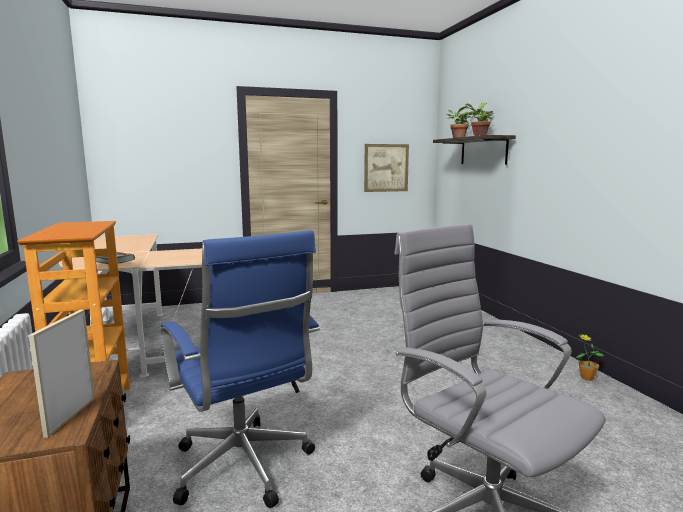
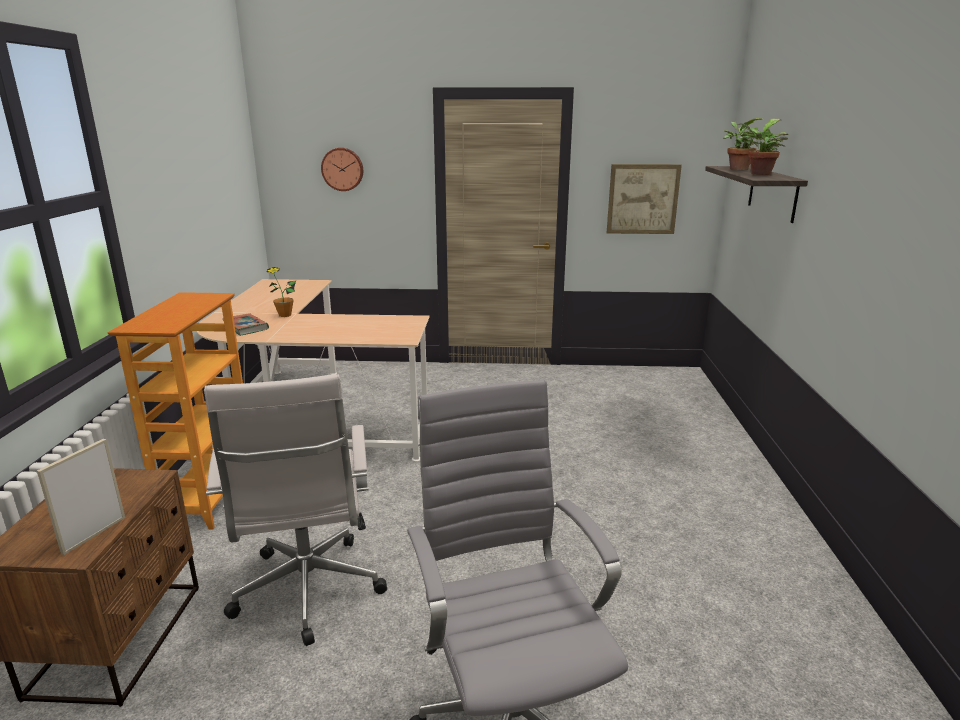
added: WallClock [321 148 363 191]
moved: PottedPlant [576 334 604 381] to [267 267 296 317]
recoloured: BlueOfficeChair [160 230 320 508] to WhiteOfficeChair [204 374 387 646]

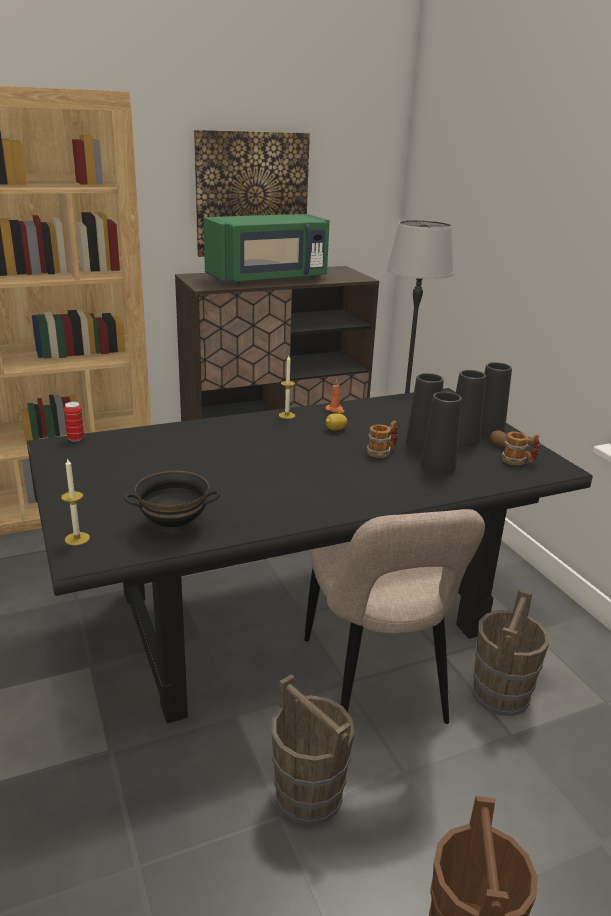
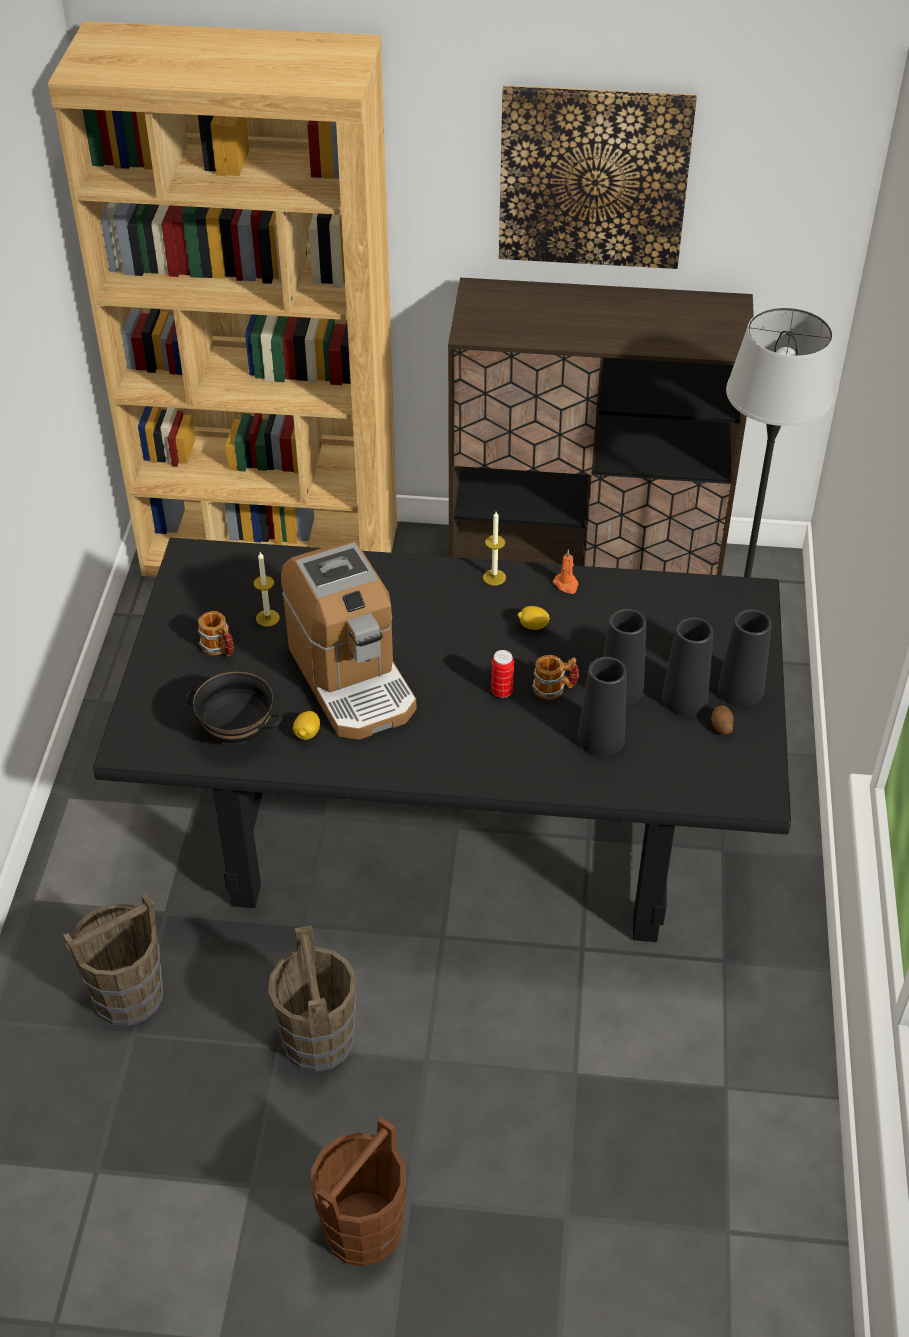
removed: GreenMicrowave [204 214 330 285]; BeigeChair [304 509 485 724]
added: CoffeeMachine [281 539 416 740]; Lemon [293 711 320 740]
moved: Candle [61 459 90 546] to [253 552 280 627]; Can [64 402 84 442] to [491 650 514 698]; BrownBucket [472 589 549 716] to [63 893 163 1026]; Mug [502 432 540 465] to [198 611 234 657]

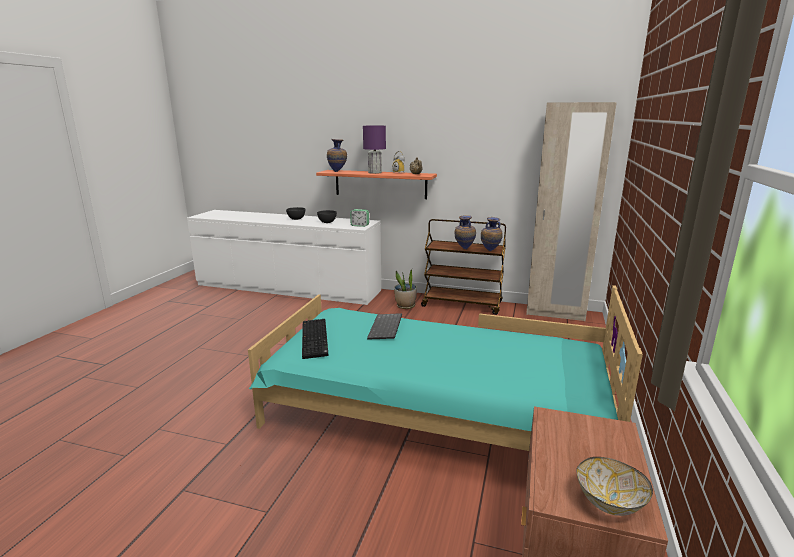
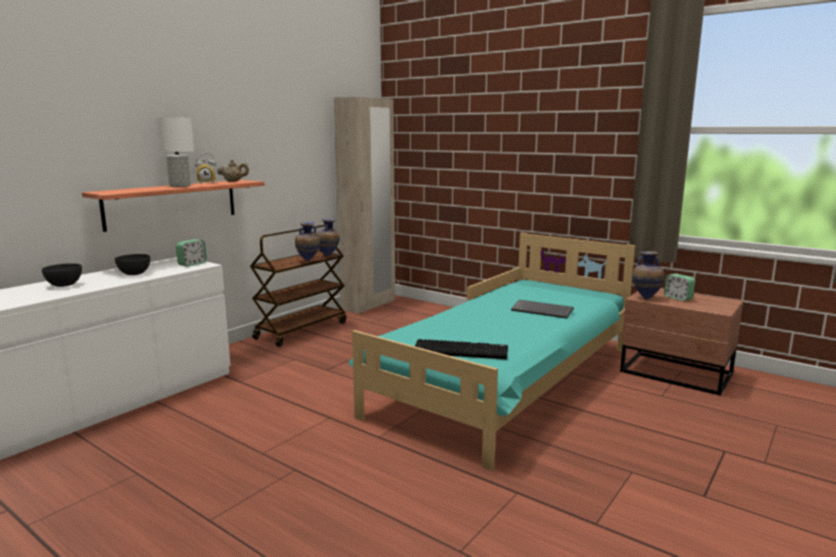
removed: PottedPlant [394 269 417 309]; Bowl [576 457 653 516]
added: AlarmClock [664 274 695 301]
moved: Vase [327 139 347 172] to [632 251 664 299]; Keyboard [367 313 402 340] to [511 300 574 319]
recoloured: PurpleTableLamp [363 126 386 174] to WhiteTableLamp [155 117 194 187]

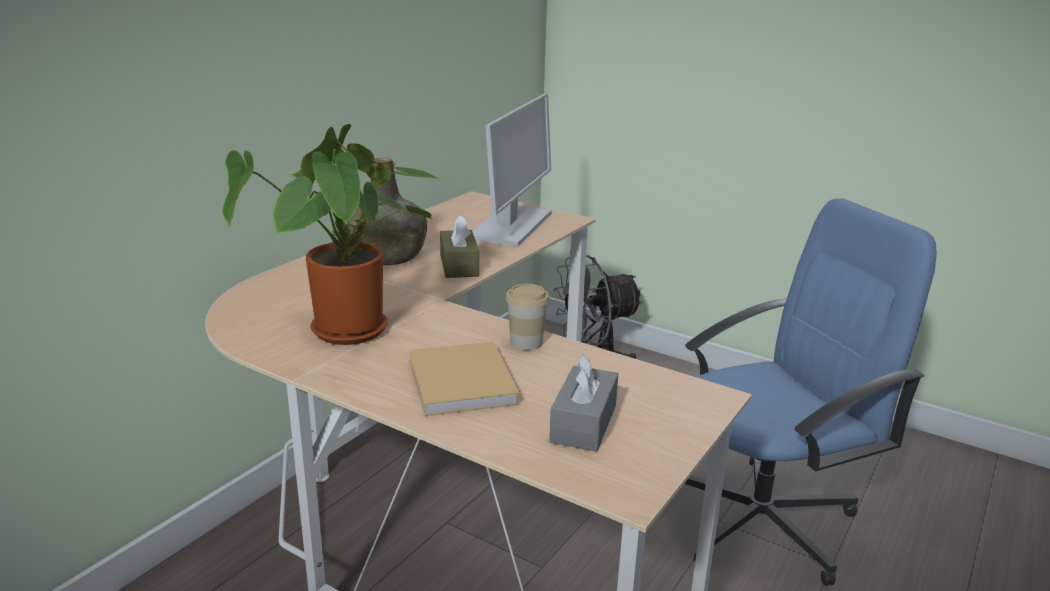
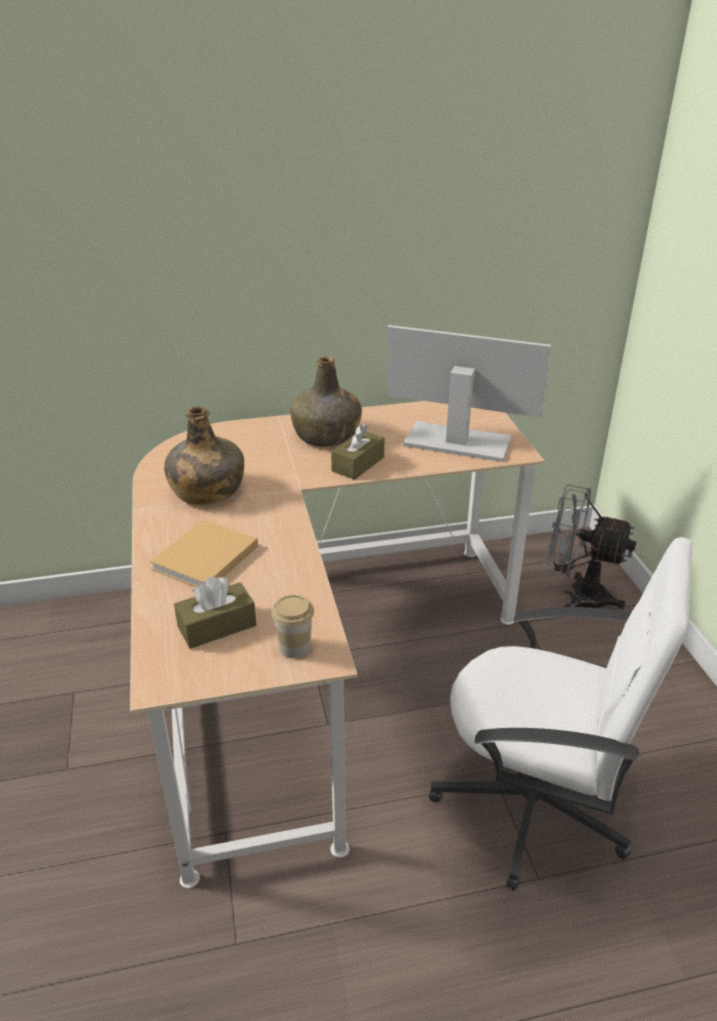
moved: Cup [506 284 550 350] to [271 595 314 658]
replaced: PottedPlant [222 124 442 345] to GreenBottle [164 406 244 505]
recoloured: GreyTissueBox [549 354 618 452] to BrownTissueBox [174 577 256 649]; BlueOfficeChair [684 198 937 586] to WhiteOfficeChair [429 537 693 891]
turned: Monitor [472 94 552 247] = [387 325 551 462] 135 degrees counterclockwise

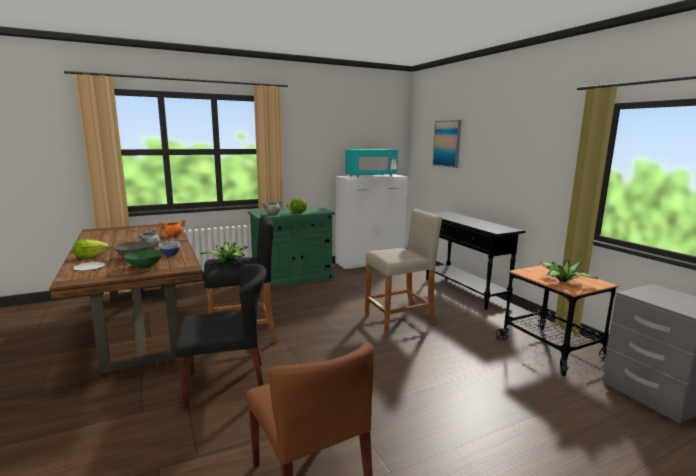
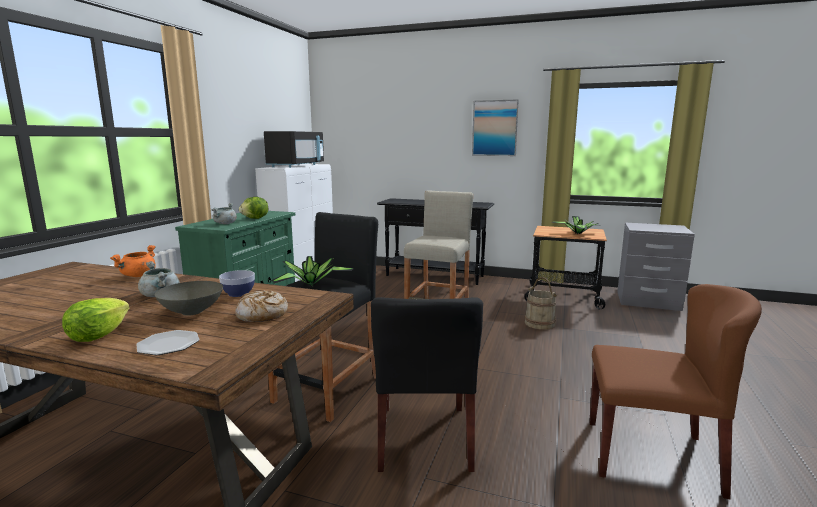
added: BeigeBucket [525 277 557 330]
moved: Picture [432 120 461 168] to [472 99 519 156]
replaced: GreenBowl [123 249 163 269] to Bread [235 290 288 322]
recoloured: TurquoiseMicrowave [345 149 398 178] to BlackMicrowave [264 131 324 168]
turned: BlackChair [175 264 267 408] = [371 297 483 472] 150 degrees clockwise

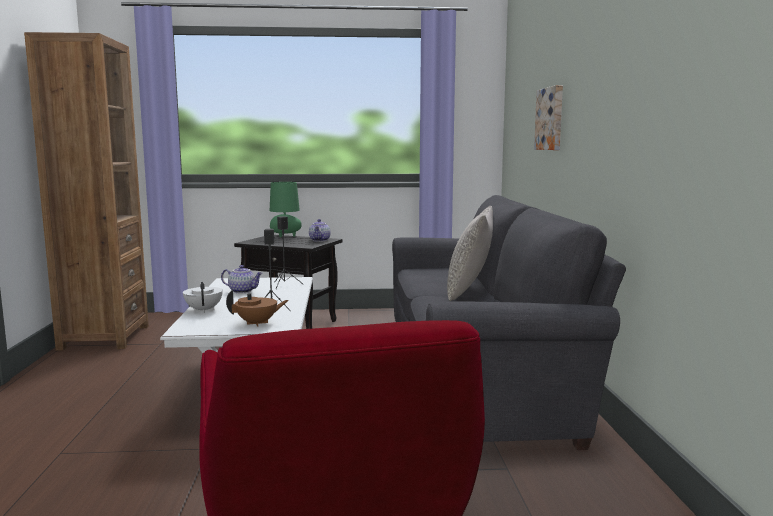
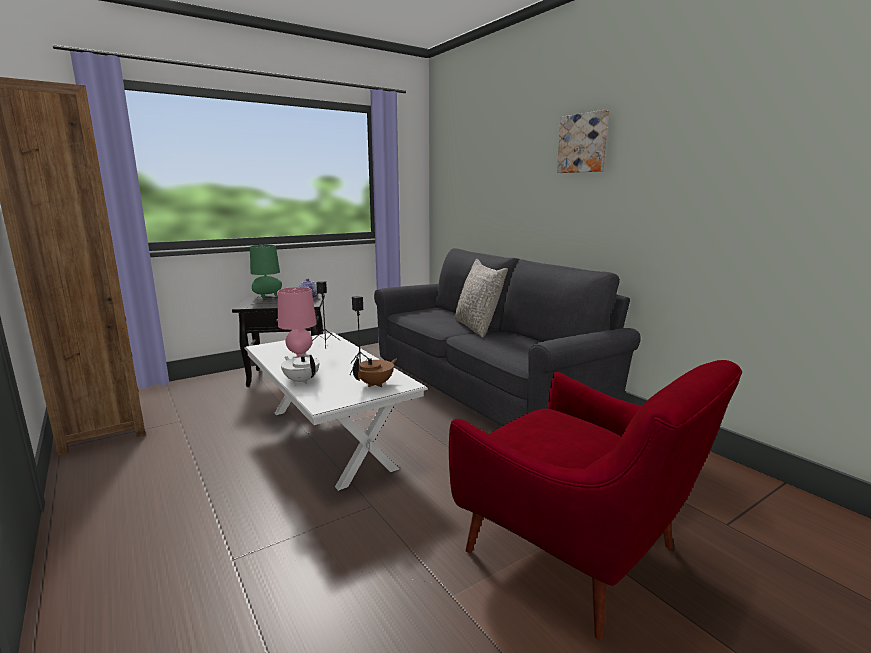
moved: Picture [534 85 563 150] to [557 110 609 173]
replaced: Teapot [221 265 263 293] to PinkTableLamp [278 287 317 357]

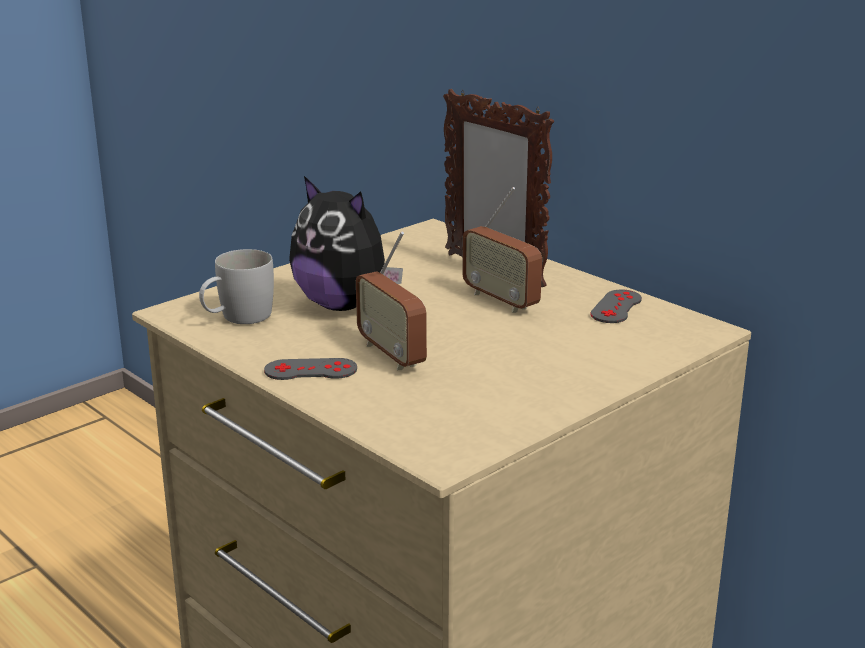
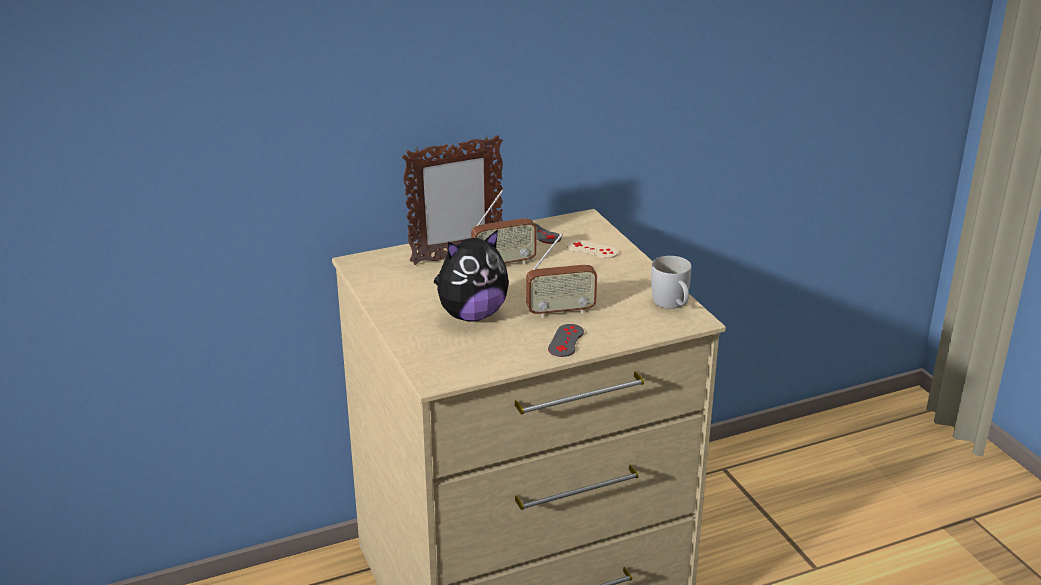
added: BeigeGameController [567 240 618 259]
moved: WhiteMug [199 249 274 324] to [651 256 691 309]

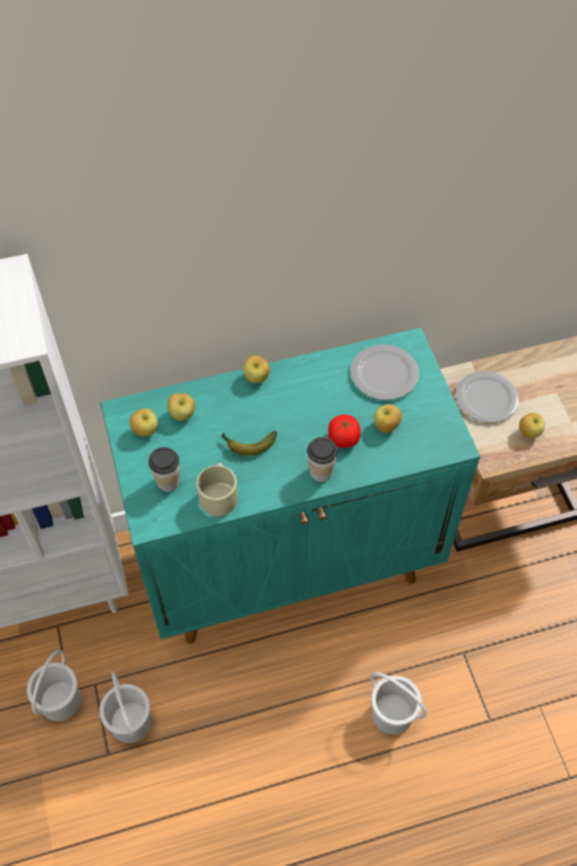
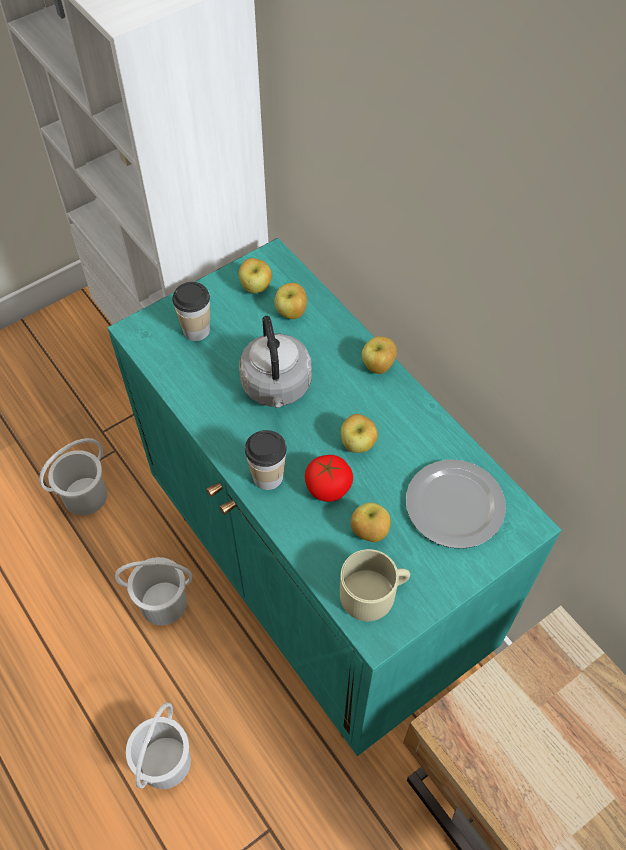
removed: Plate [456 371 519 423]
moved: WhiteBucket [27 649 81 721] to [115 557 192 625]; BeigeMug [197 463 238 516] to [340 549 410 621]; Apple [519 413 545 438] to [341 414 378 453]
replaced: Banana [221 431 277 456] to GreyKettle [239 316 311 408]

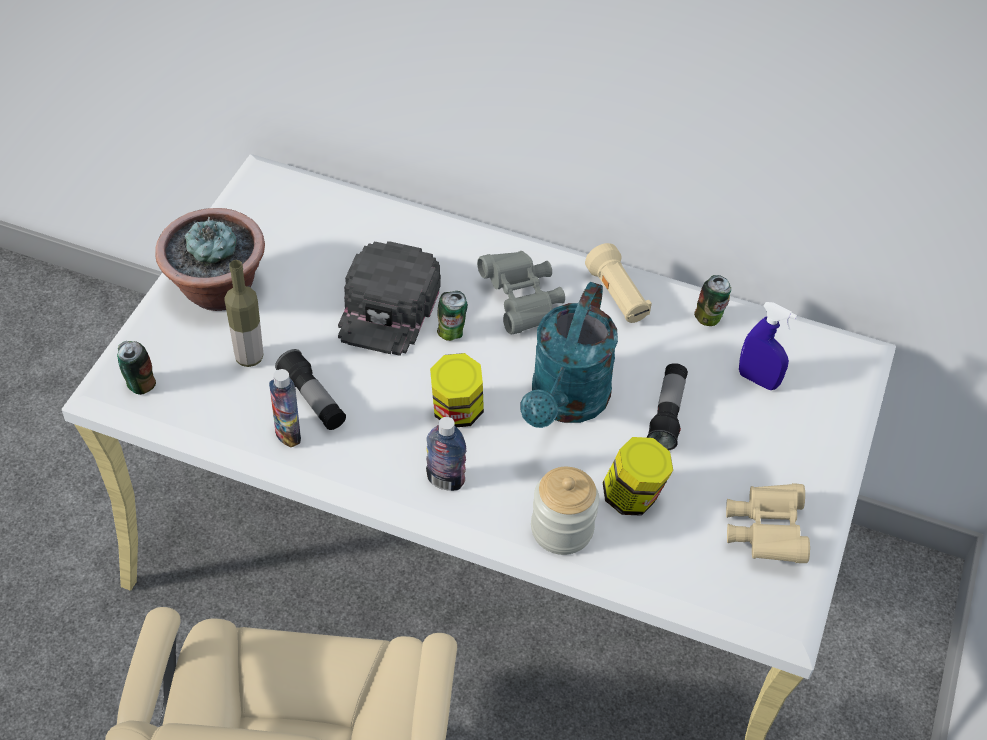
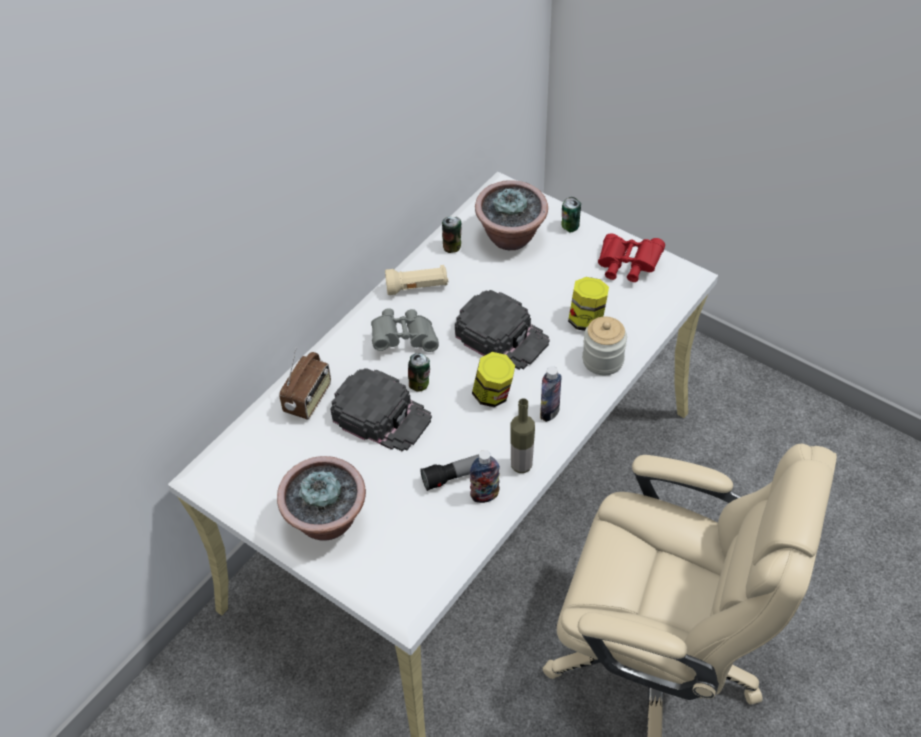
removed: Flashlight [647 363 688 450]
added: Radio [279 347 331 420]
moved: Can [117 341 156 395] to [561 197 581 233]; Bottle [224 260 263 367] to [510 398 535 473]
replaced: TurquoiseWateringCan [521 282 618 428] to BlackCap [455 290 550 370]; BlueSprayBottle [739 302 797 390] to PottedPlant [475 180 548 250]
recoloured: BeigeBinoculars [726 483 810 563] to RedBinoculars [598 233 665 282]

